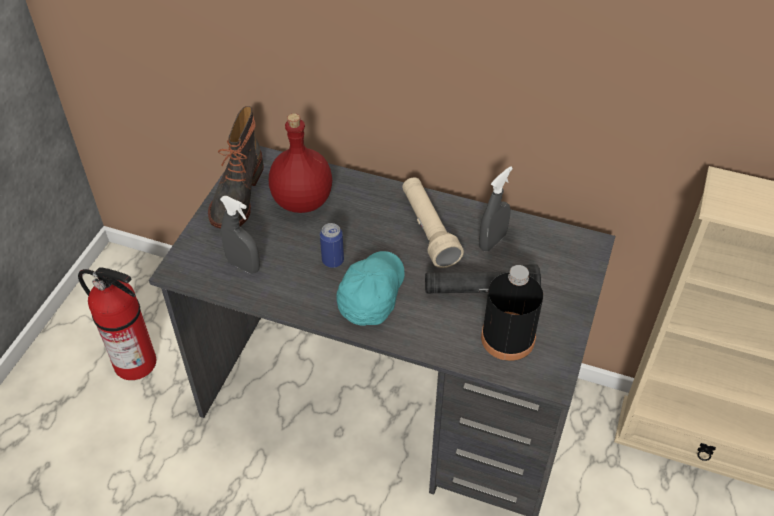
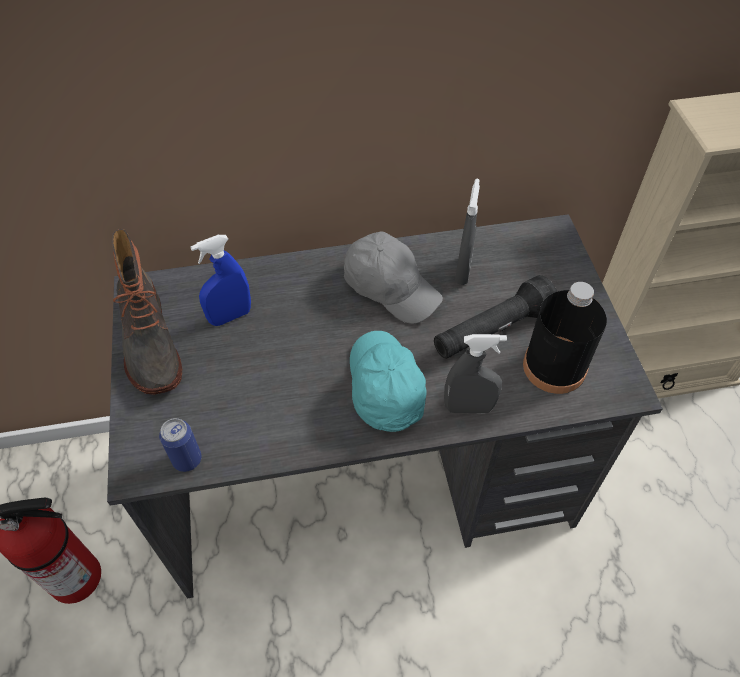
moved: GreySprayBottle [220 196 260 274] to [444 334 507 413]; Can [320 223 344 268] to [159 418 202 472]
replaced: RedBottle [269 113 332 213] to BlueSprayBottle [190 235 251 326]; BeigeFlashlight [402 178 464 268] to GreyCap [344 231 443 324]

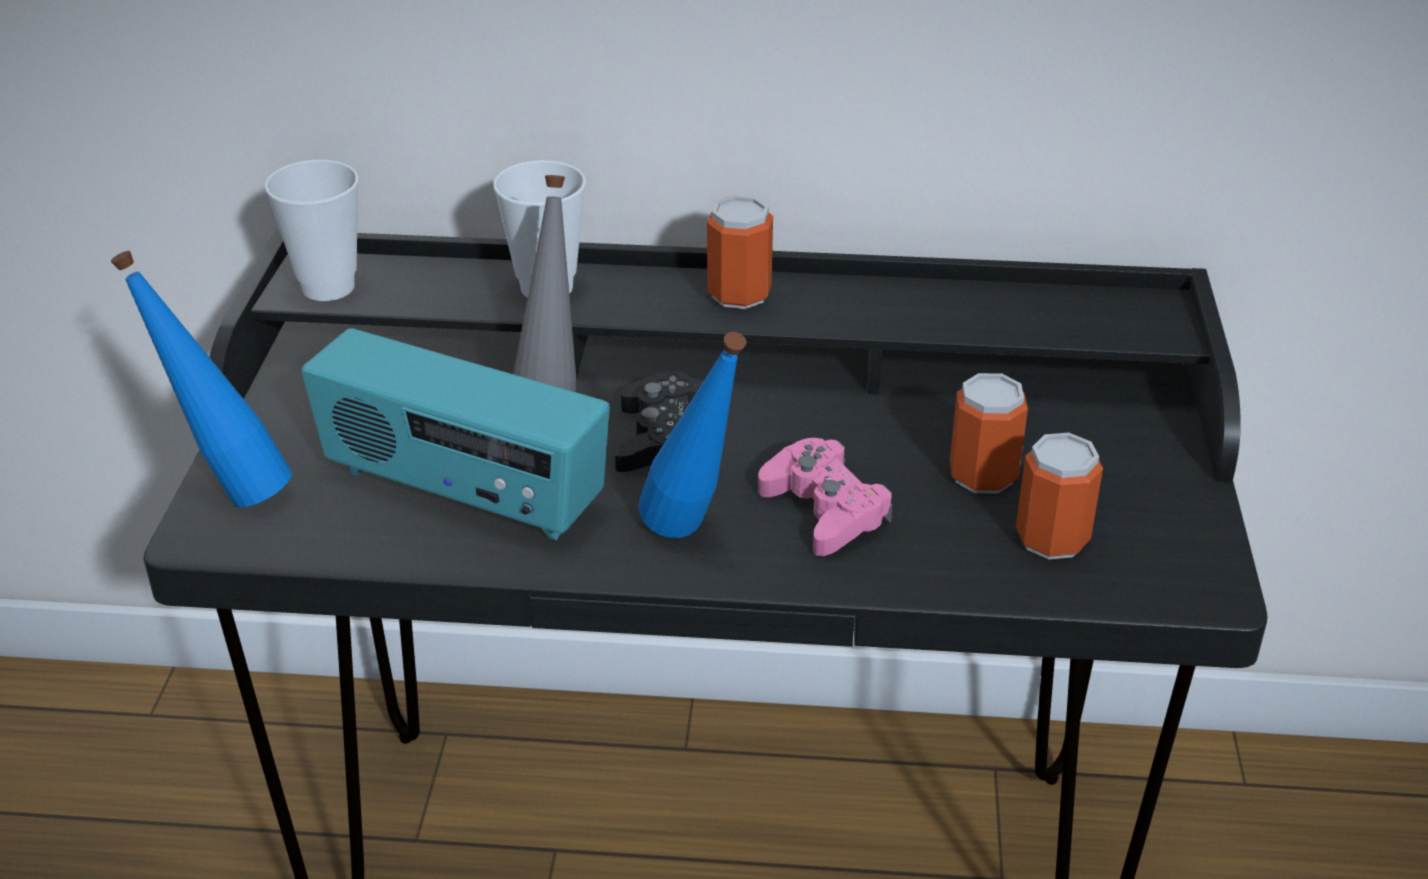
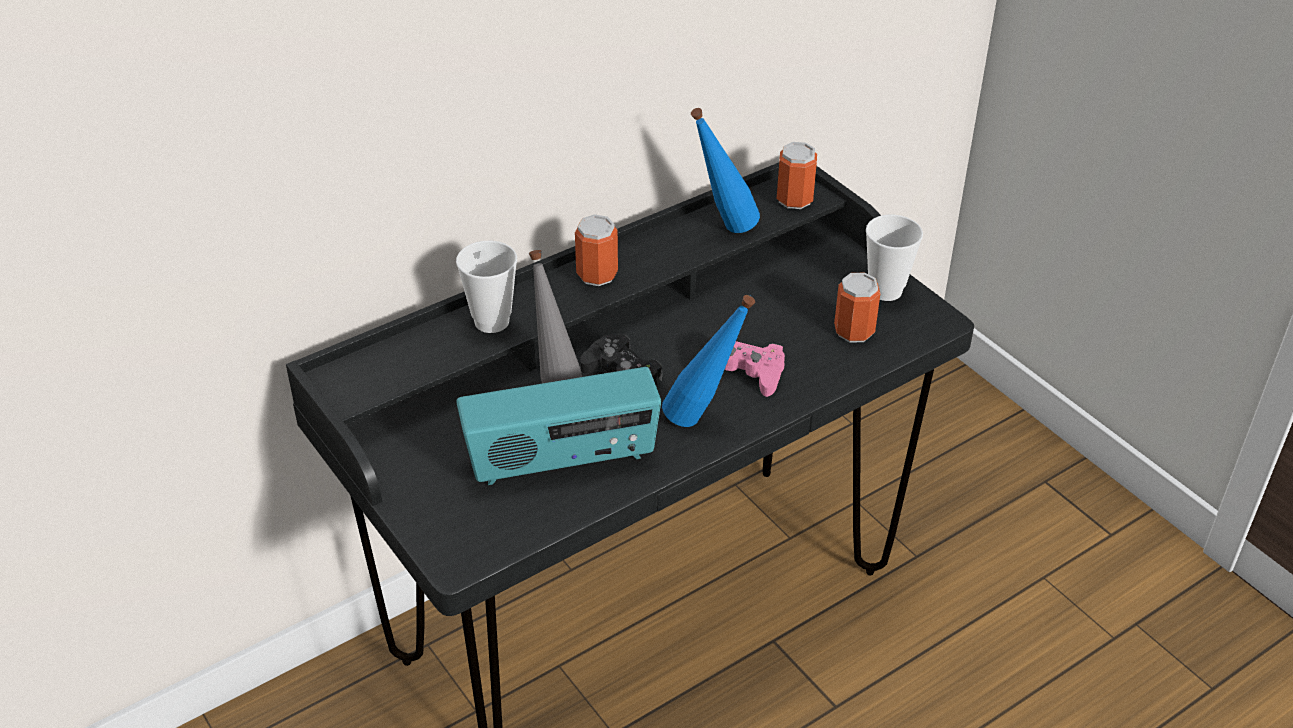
moved: BlueBottle [111 251 292 507] to [691 108 760 233]; Cup [265 159 359 301] to [866 215 923 301]; Can [950 373 1028 494] to [777 142 817 209]

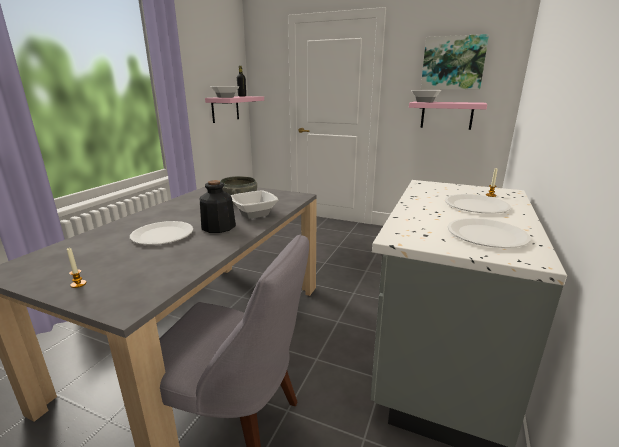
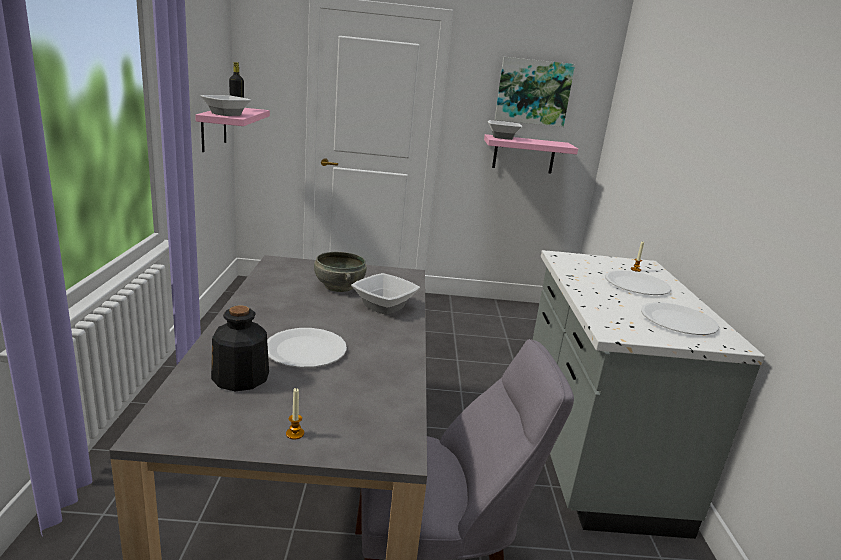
moved: Bottle [200 180 236 233] to [211 305 269 391]

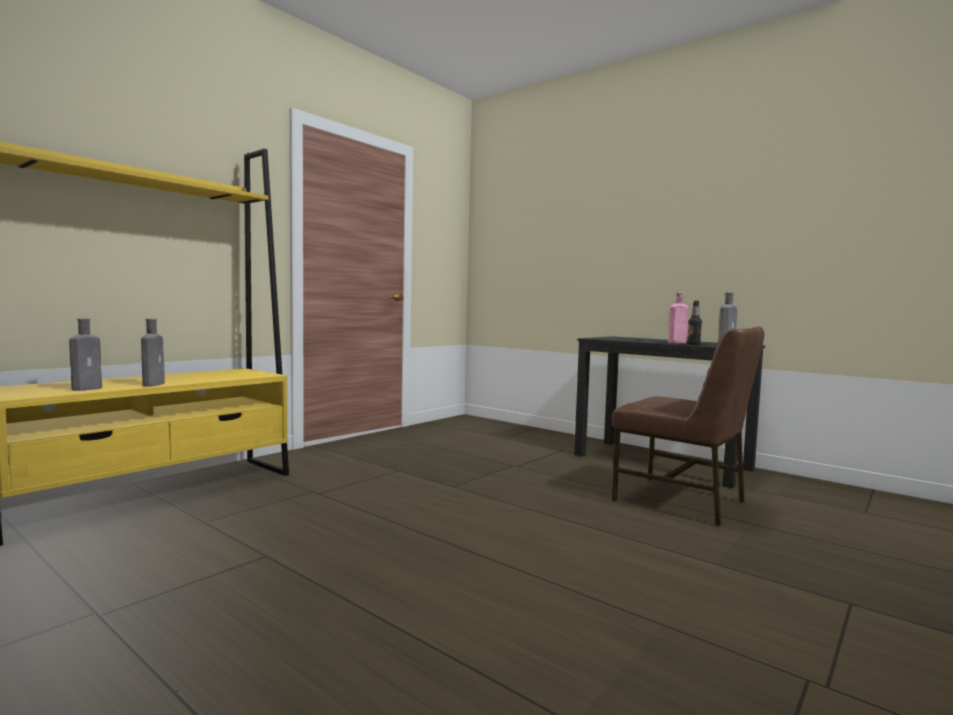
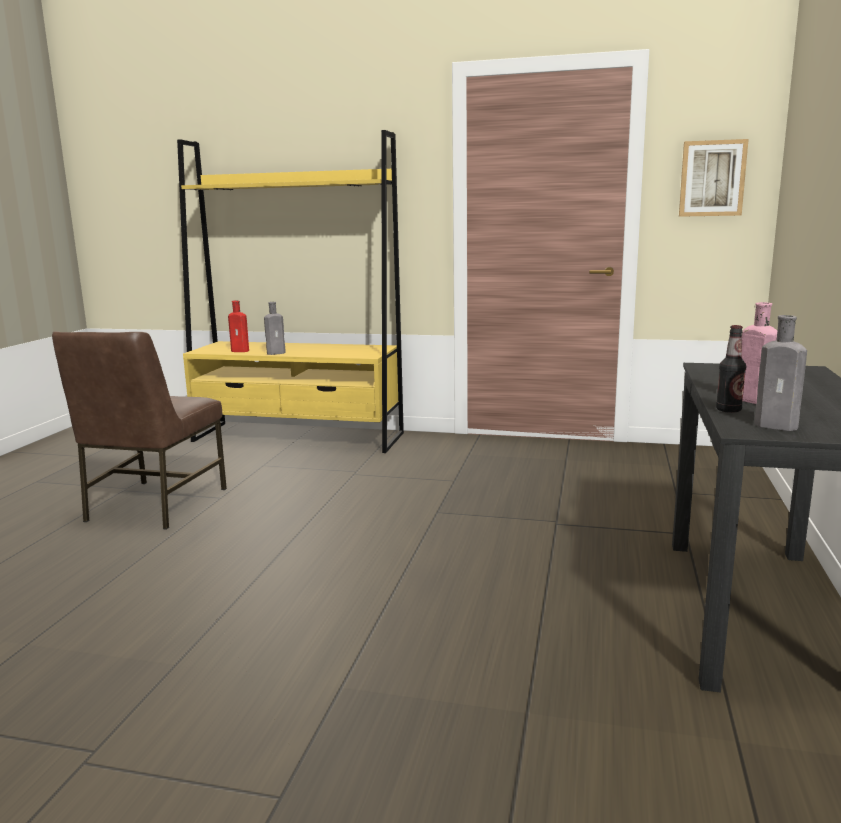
added: Picture [679 139 749 217]
moved: BrownChair [612 326 765 526] to [52 331 227 530]
recoloured: GreyBottle [69 318 102 391] to RedBottle [228 300 249 352]

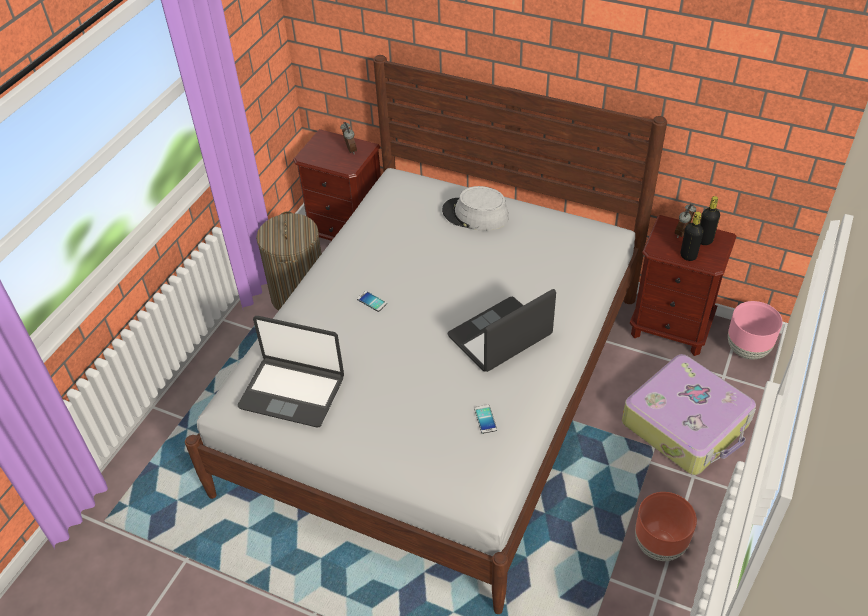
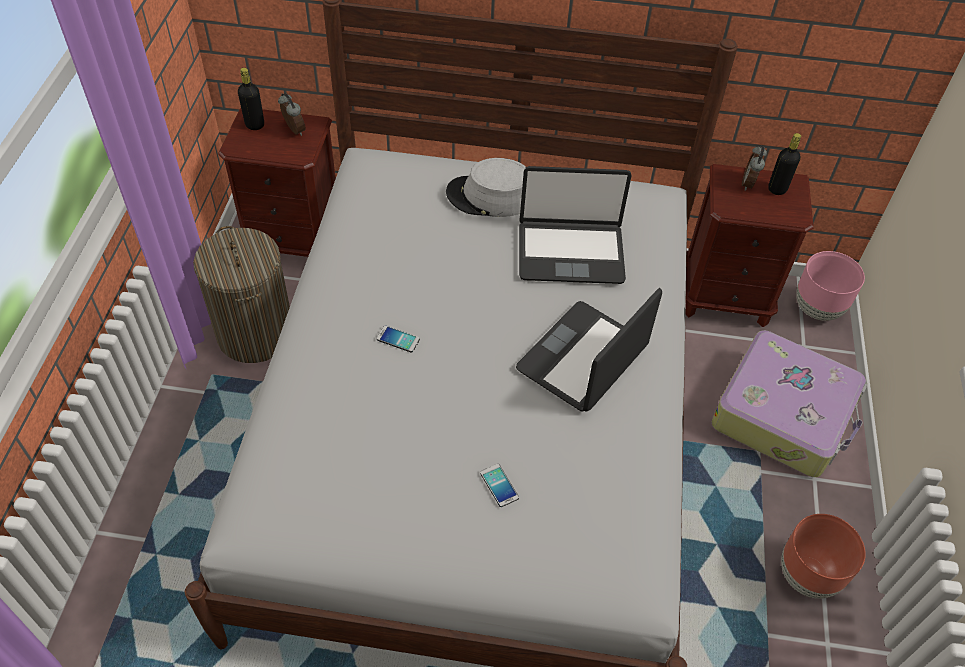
moved: Laptop [238 316 344 427] to [519 166 632 284]; Phone [474 405 497 434] to [480 464 519 507]; BlackBottle [680 211 704 261] to [238 68 264 130]

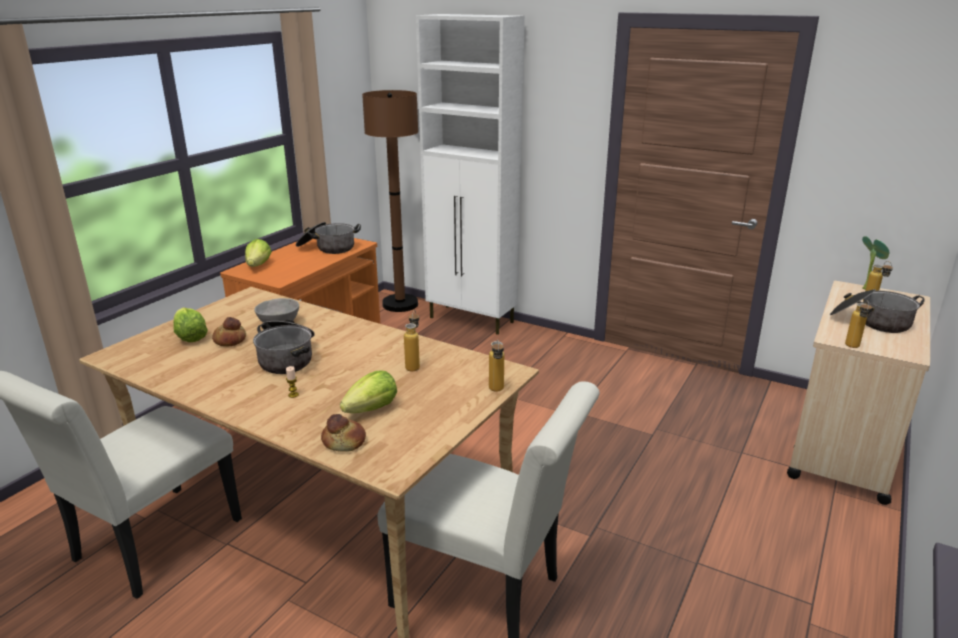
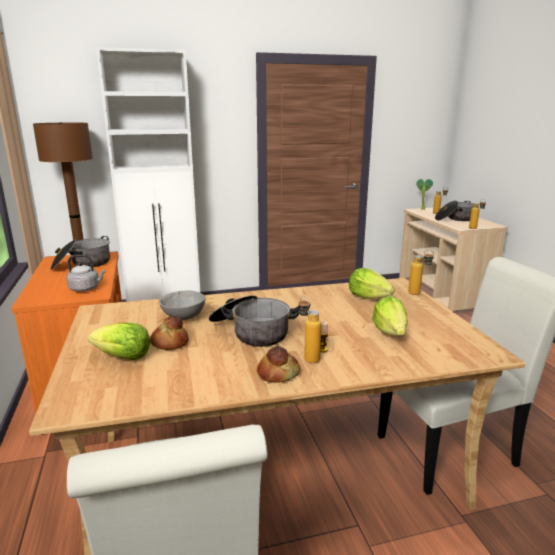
added: GreyKettle [66 254 106 292]
moved: Lettuce [245 239 272 267] to [349 268 395 299]; Bread [321 414 366 452] to [257 346 300 383]; Bottle [404 310 420 372] to [298 296 321 363]

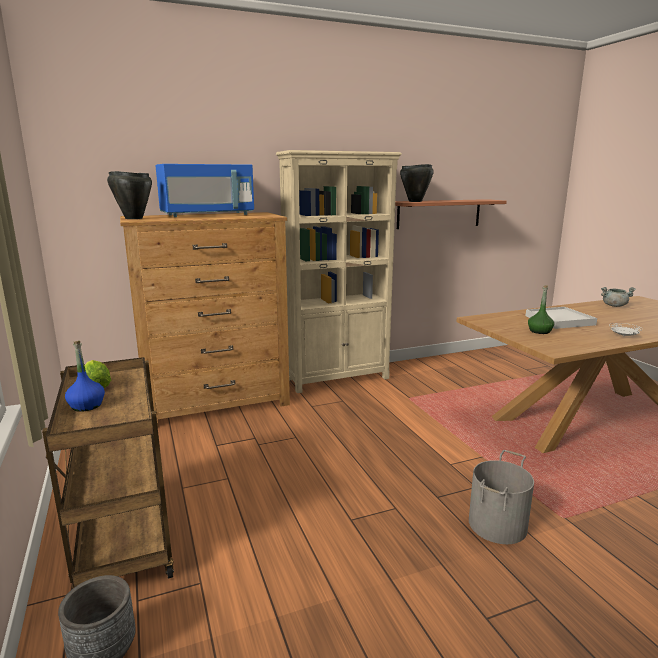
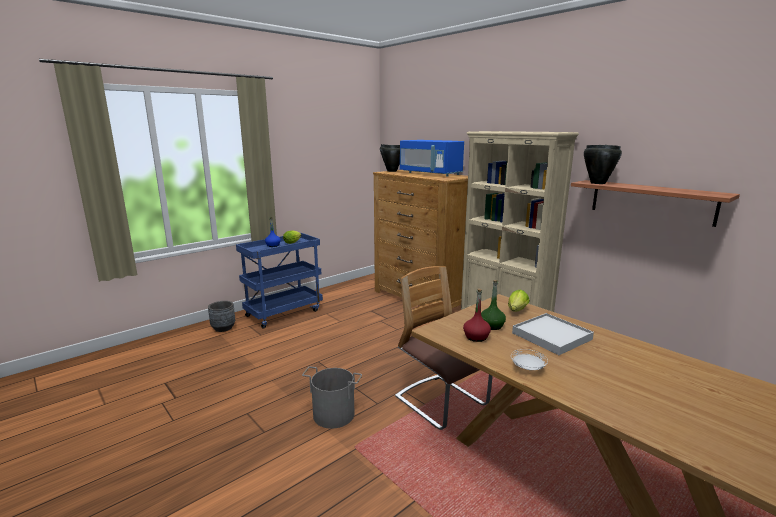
removed: GreyCookingPot [601 287 636 307]
added: Chair [395 266 493 430]; RedBottle [463 289 491 342]; Lettuce [508 290 530 312]
recoloured: BrownCart [42 357 174 588] to BlueCart [236 233 323 329]

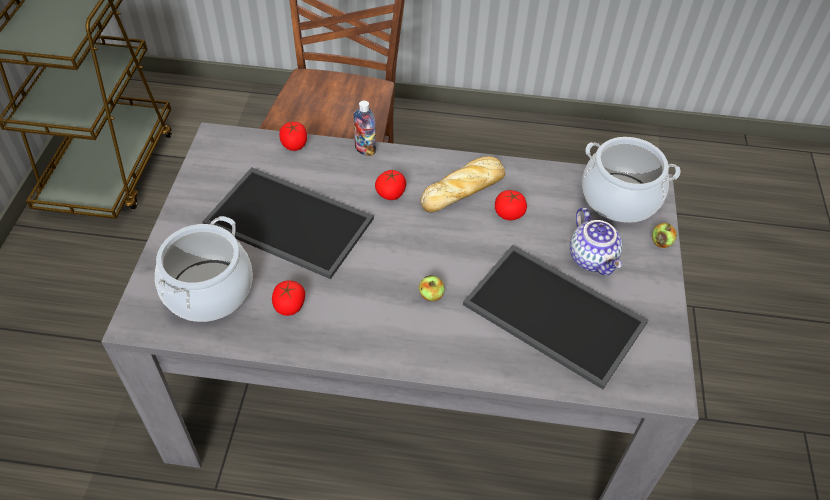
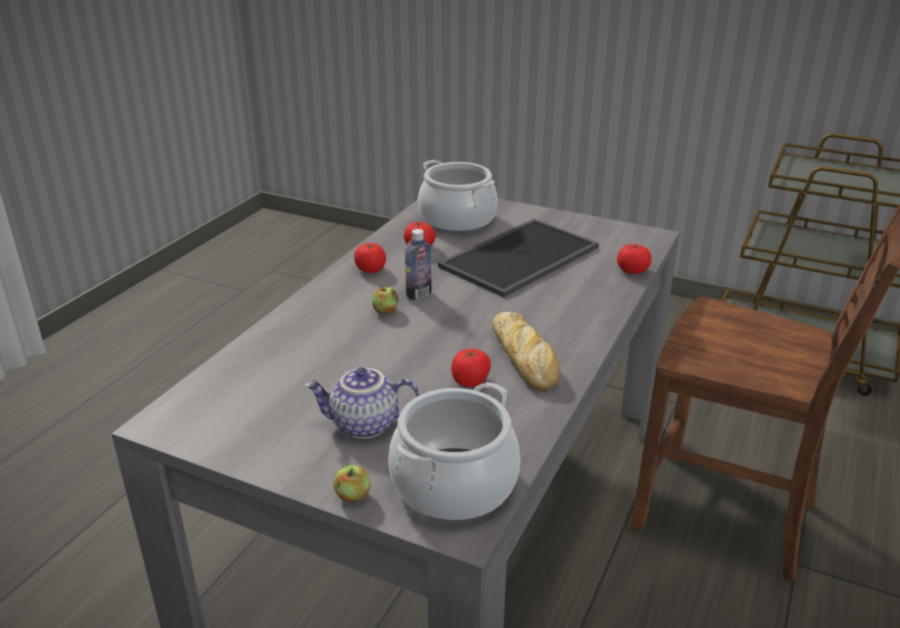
removed: Tray [463 245 648 389]
moved: Bottle [353 100 376 156] to [405 229 432 300]; Tomato [375 170 406 200] to [354 243 386 273]

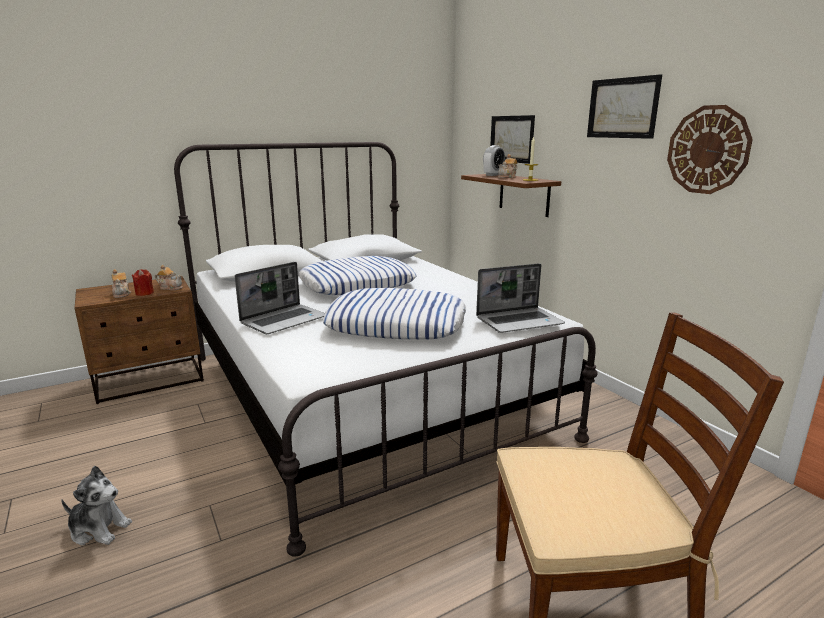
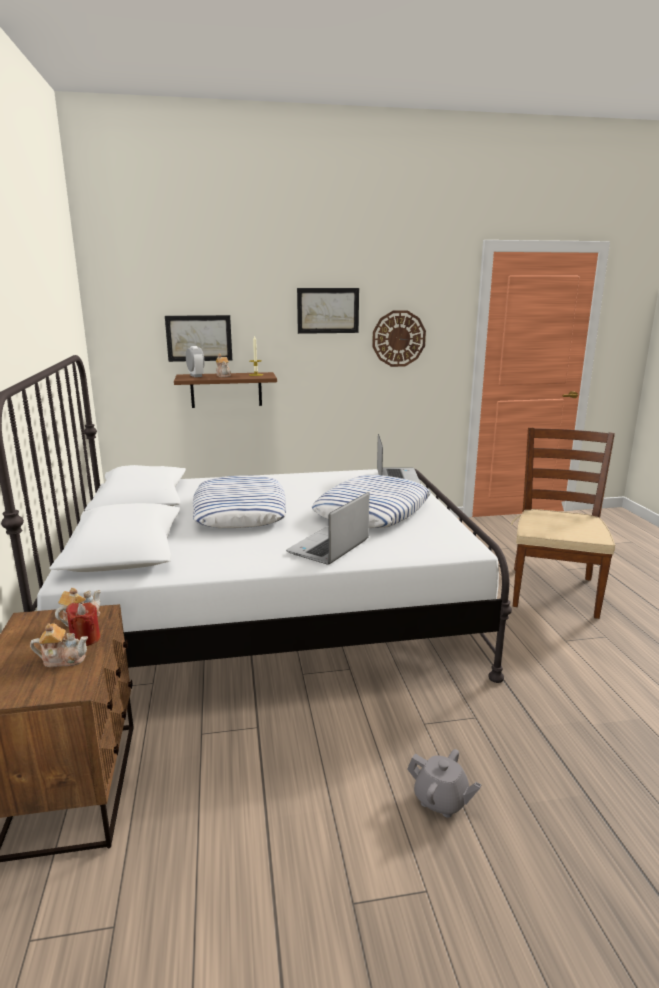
replaced: PlushToy [61 466 132 546] to GreyTeapot [407 749 482 818]
turned: Laptop [235 262 325 334] = [286 492 369 565] 120 degrees counterclockwise

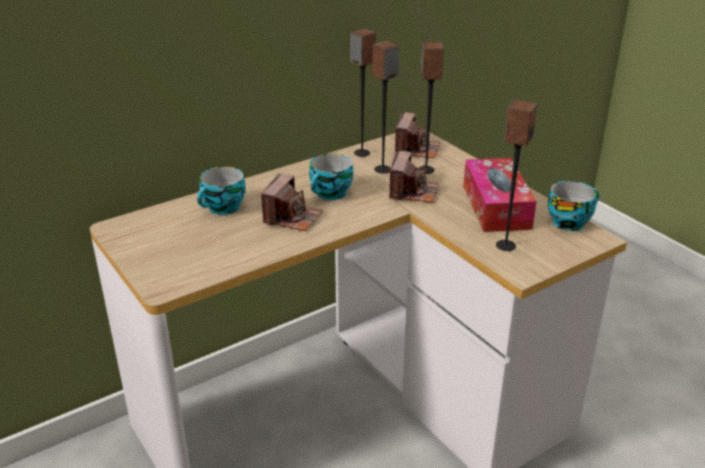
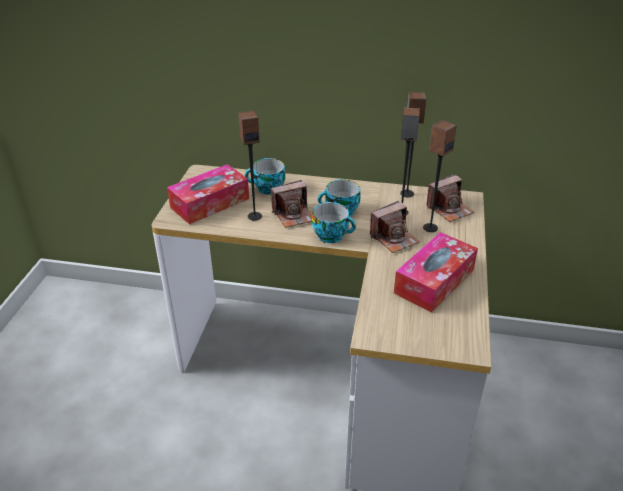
added: TissueBox [167 164 249 224]
moved: Speaker [496 100 537 251] to [238 110 262 220]; Cup [548 181 599 231] to [312 202 356 243]

